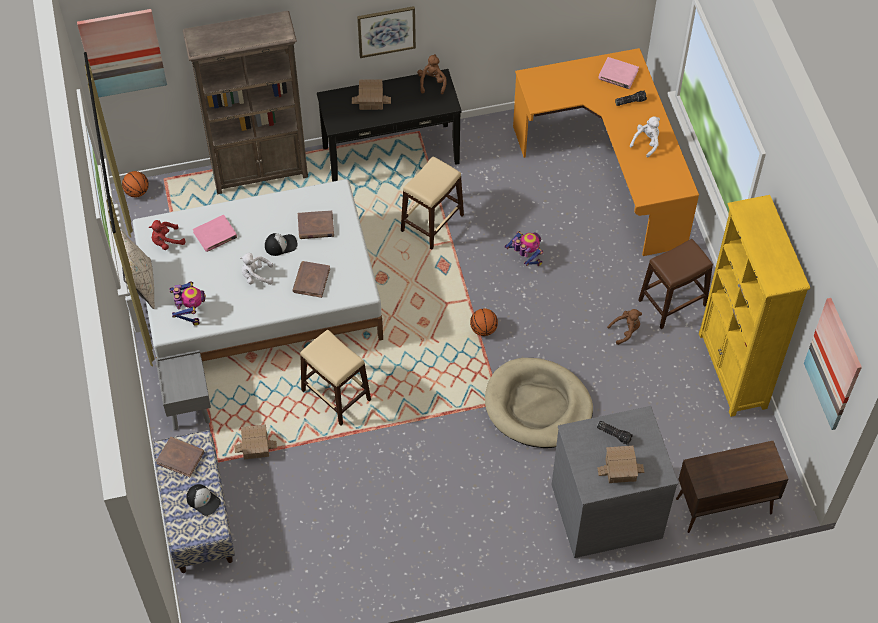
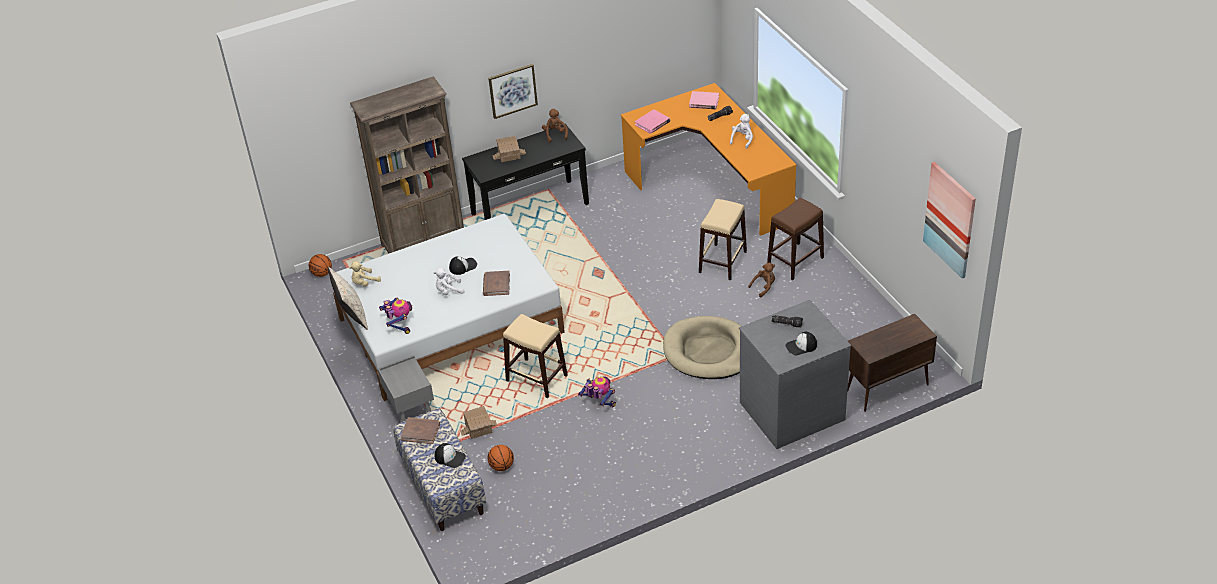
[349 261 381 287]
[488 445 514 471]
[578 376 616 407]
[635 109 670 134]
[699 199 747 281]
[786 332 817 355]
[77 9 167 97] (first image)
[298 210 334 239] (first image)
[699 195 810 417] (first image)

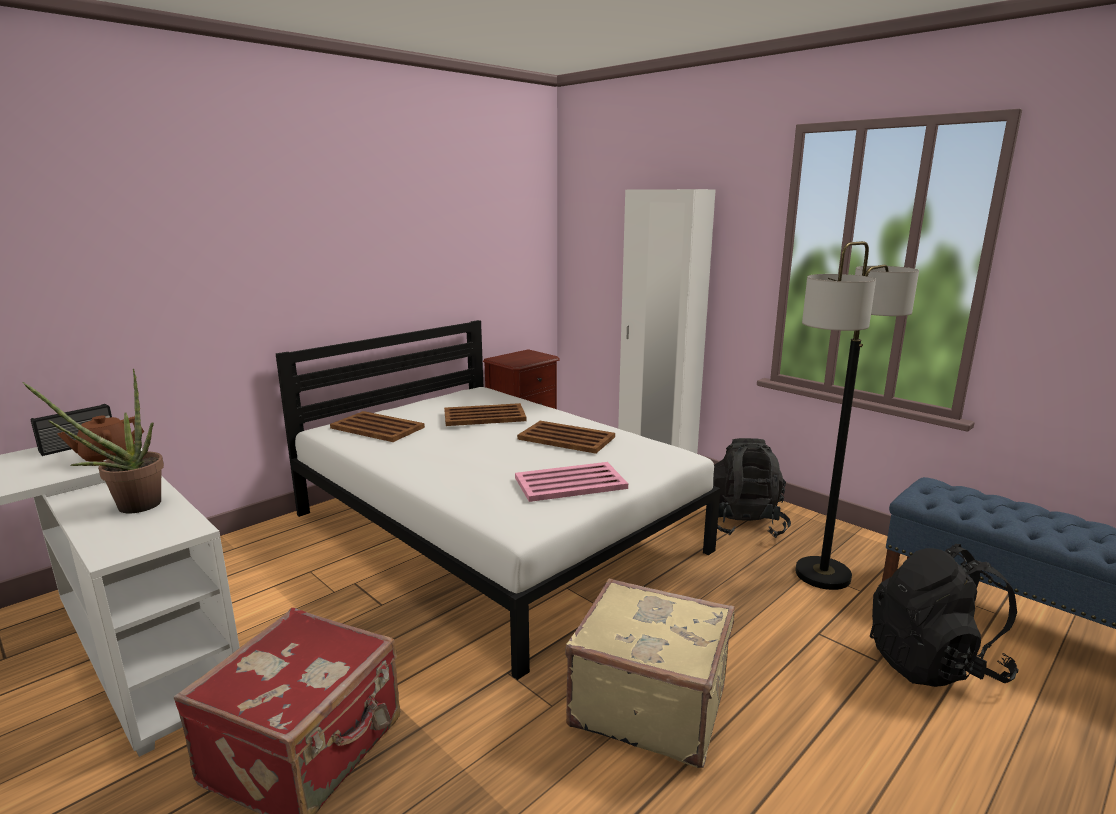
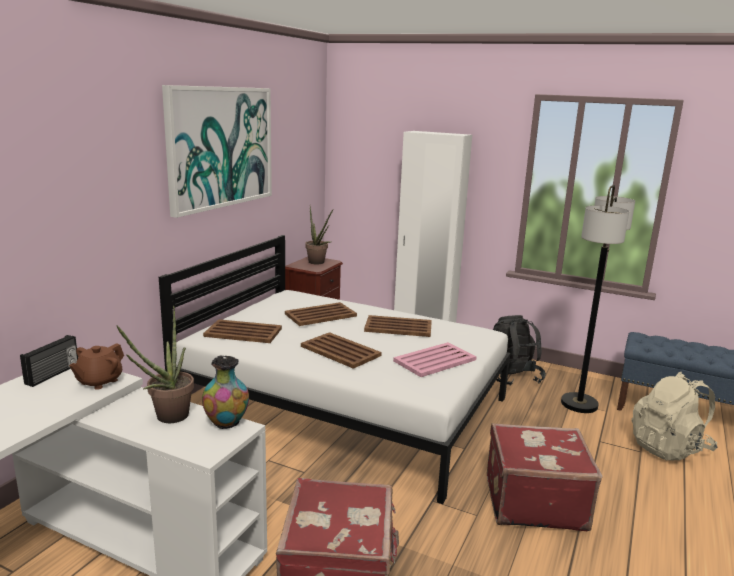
[162 85 272 218]
[202 355 249 429]
[301 332 382 369]
[305 207 334 264]
[487 423 602 531]
[632 372 718 461]

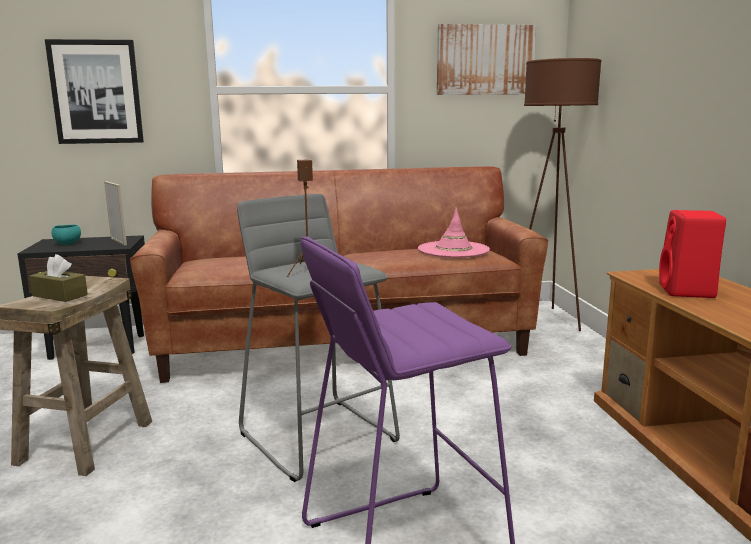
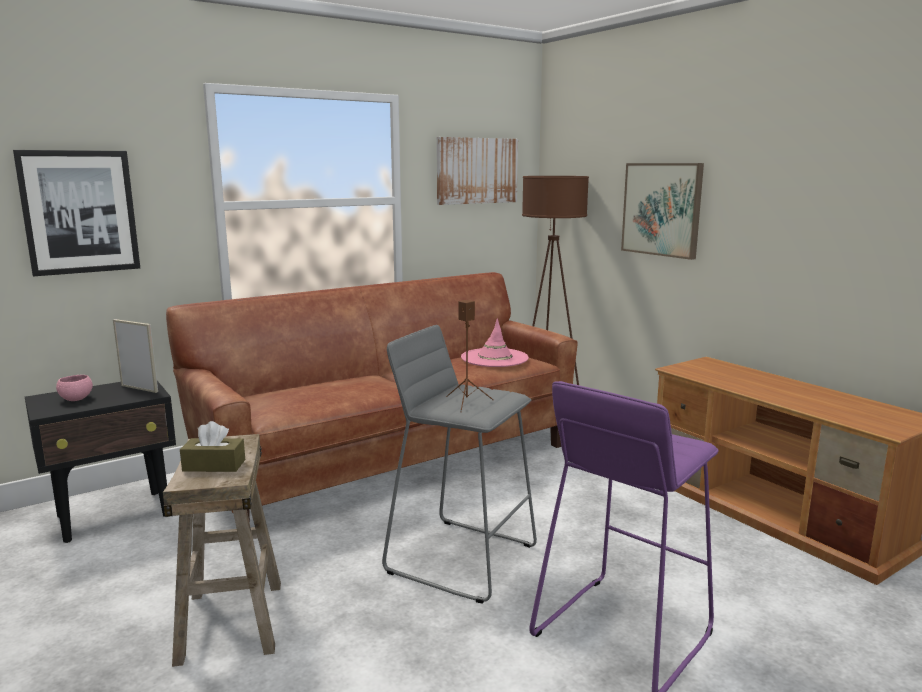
[56 375 93 401]
[621 163 704 260]
[659 210 726 298] (first image)

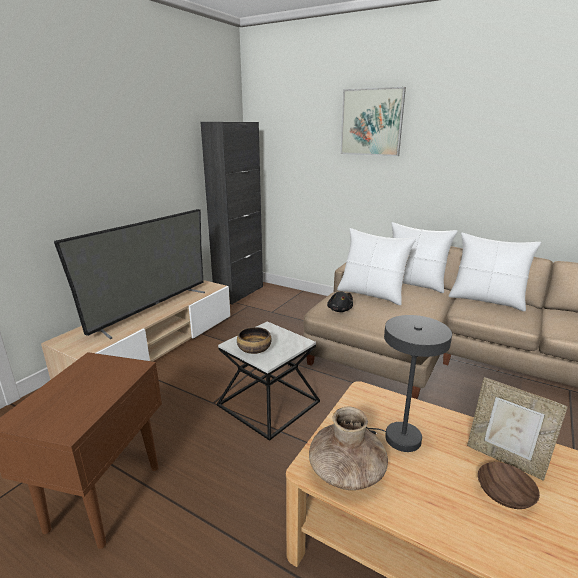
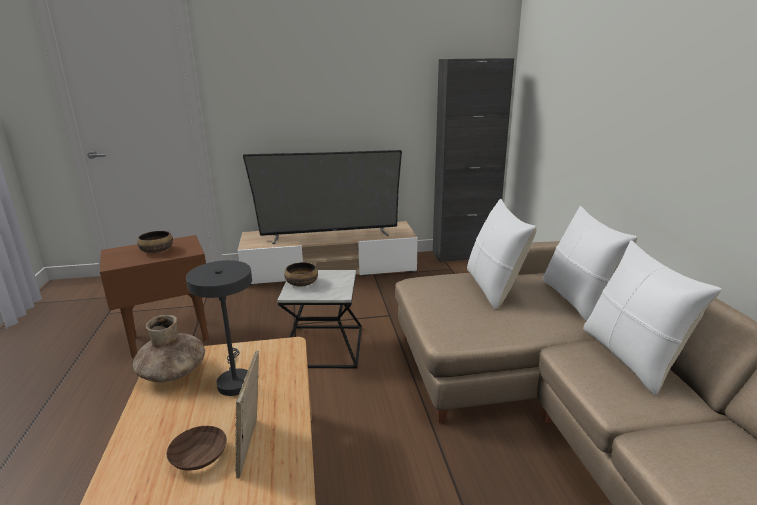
[137 231 173 253]
[327 292 353 312] (first image)
[340 87 406 156] (first image)

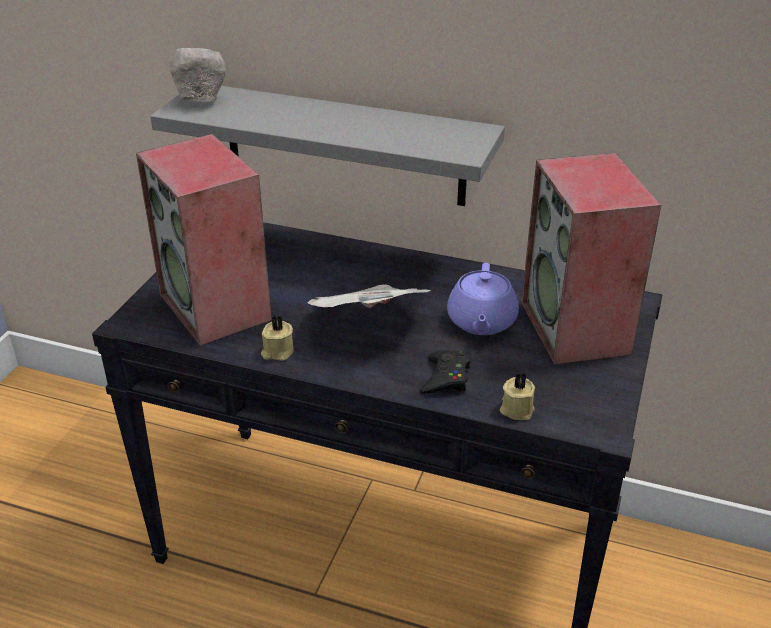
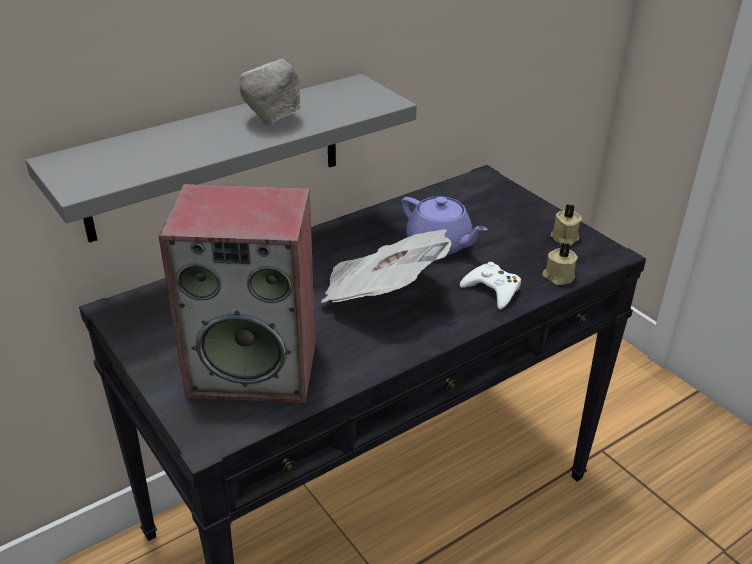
[239 59 300 125]
[460 262 521 310]
[550 204 582 246]
[521 153 661 365] (first image)

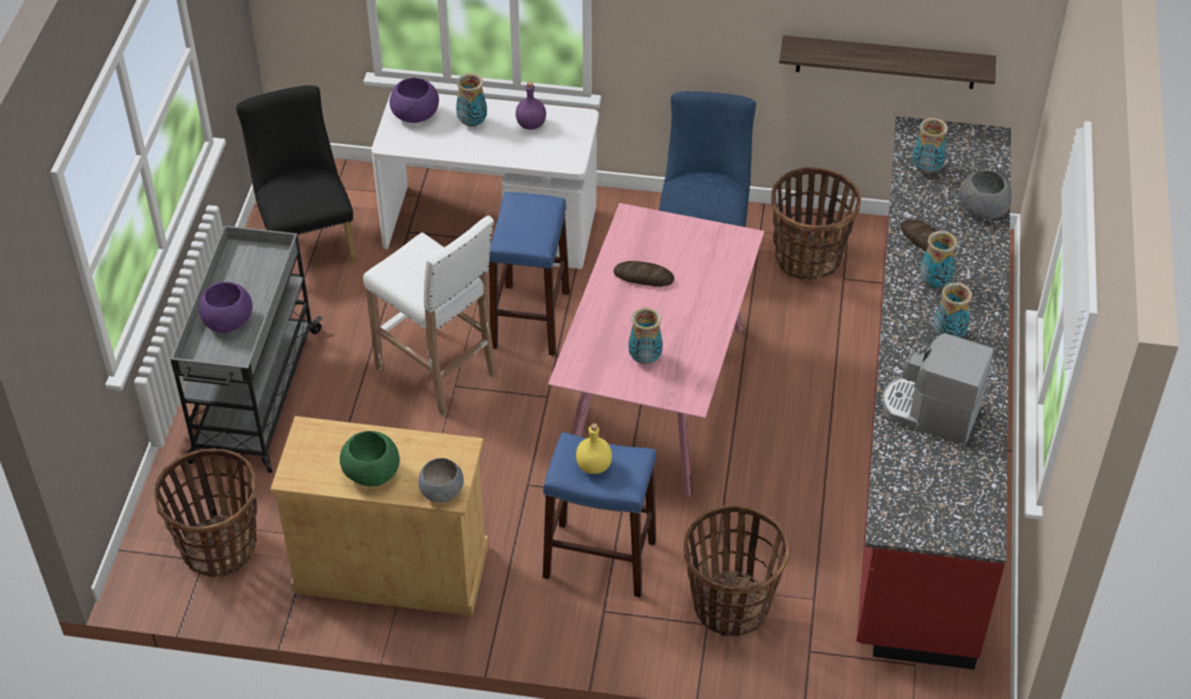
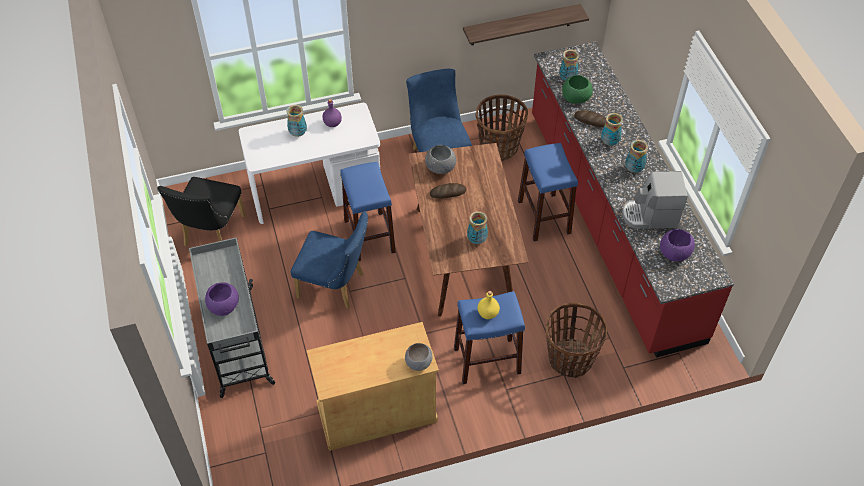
[157 177 245 246]
[291 211 368 309]
[409 143 529 317]
[425 145 457 174]
[518 143 578 241]
[562 75 593 104]
[660 229 695 261]
[154 449 257 577] (first image)

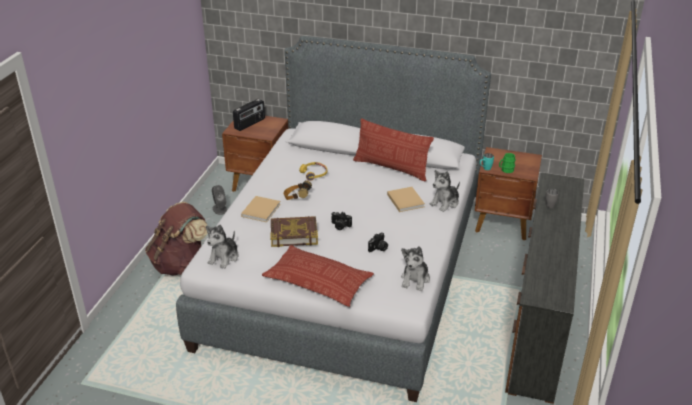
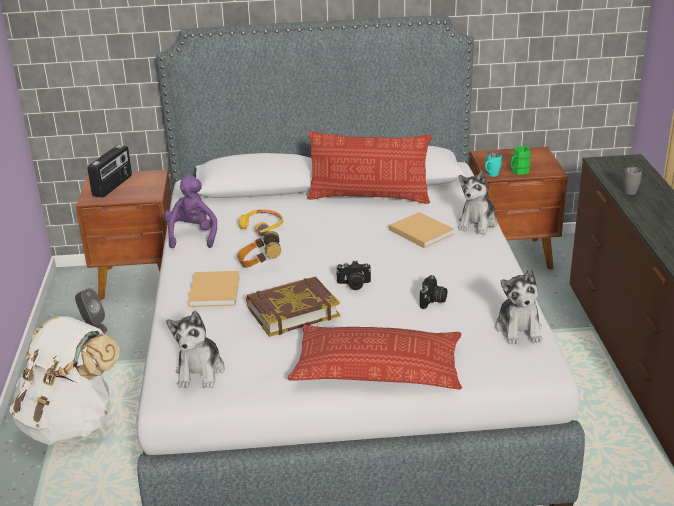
[10 316 120 445]
[164 175 217 248]

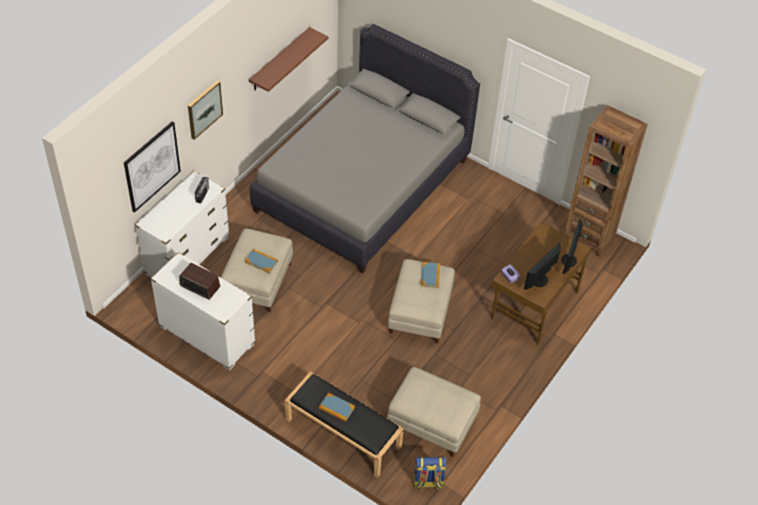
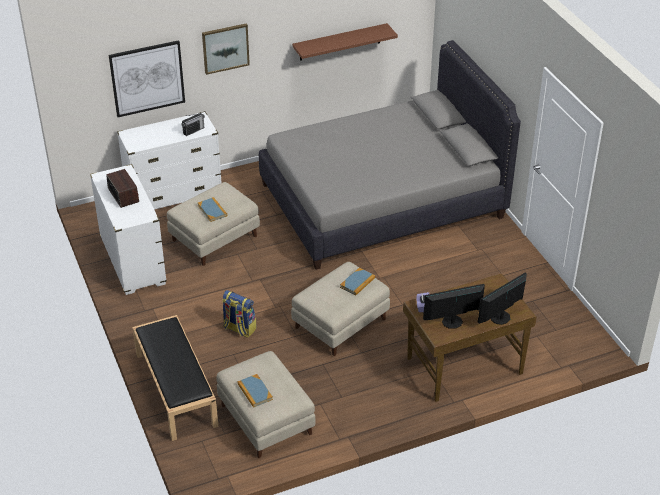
[222 290 256 338]
[237 374 273 408]
[564 105 648 257] (first image)

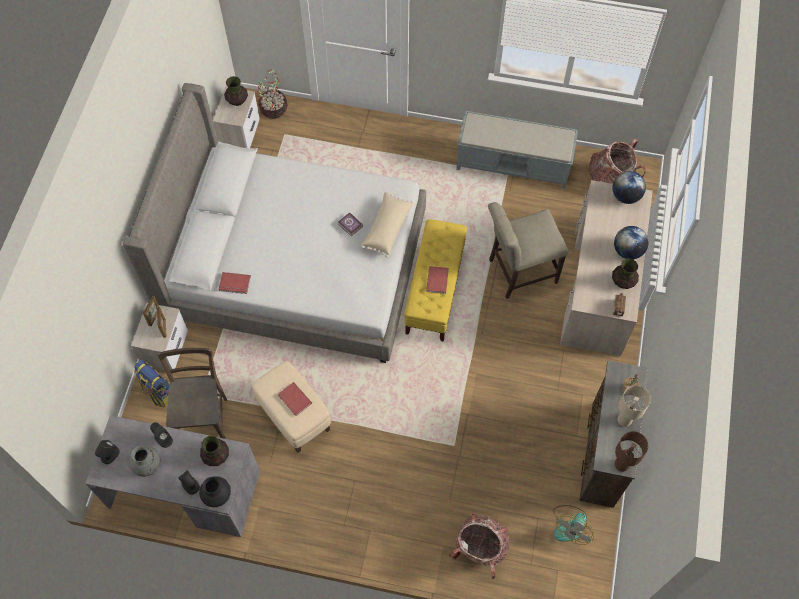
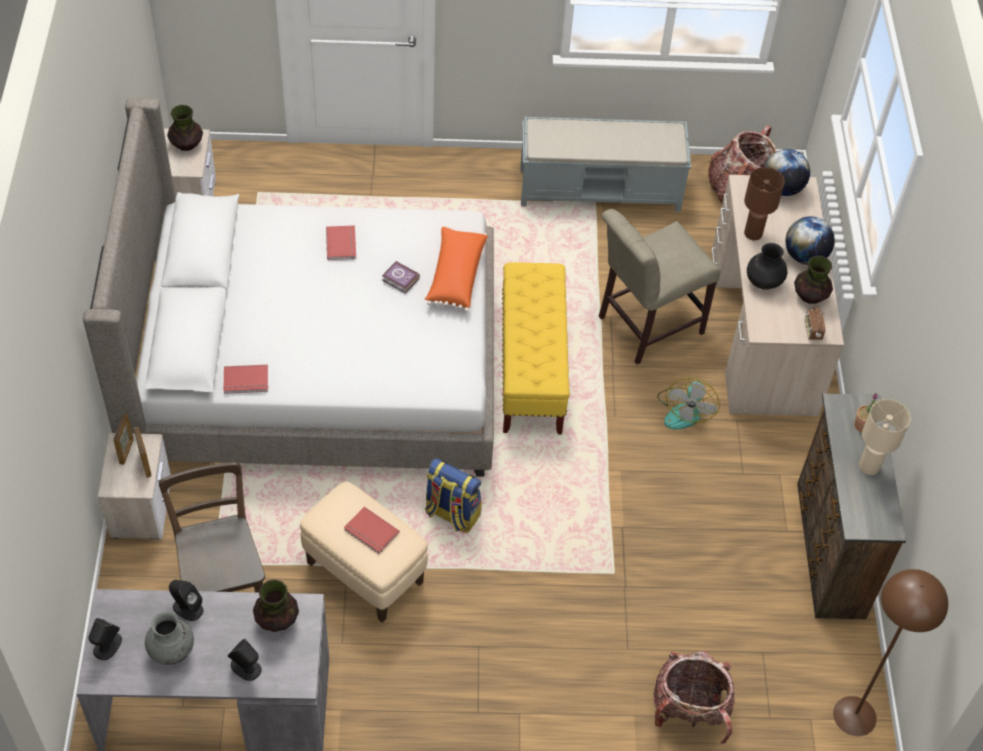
[326 225 356 260]
[425 226 488 312]
[425 458 482 533]
[657 378 720 430]
[744 167 785 240]
[747 243 787 290]
[833 569 948 736]
[257 69 287 119] (first image)

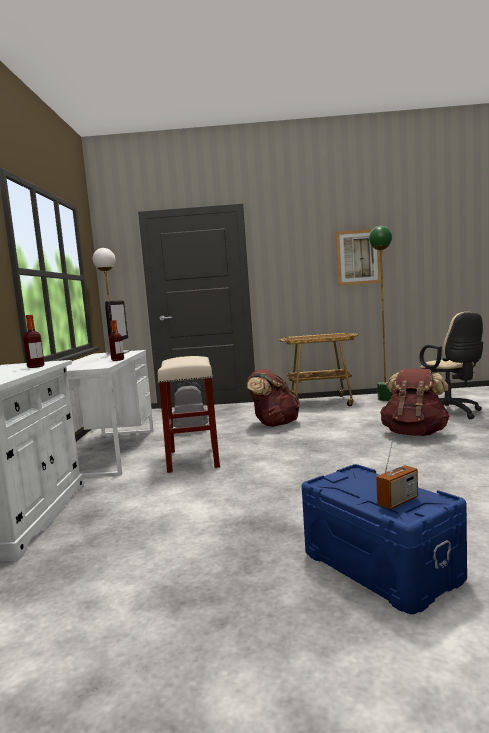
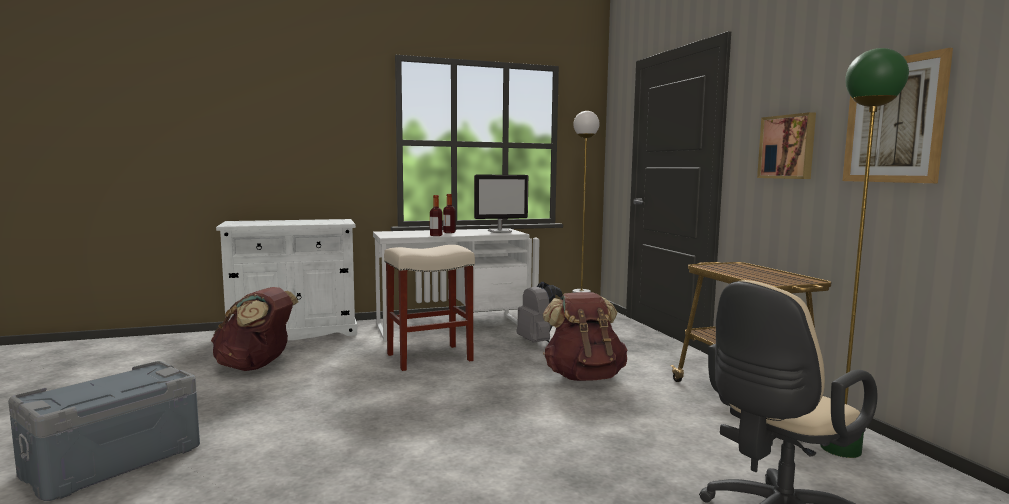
[8 361 200 501]
[211 287 299 371]
[443 194 456 233]
[757 112 816 179]
[376 436 418 509] (first image)

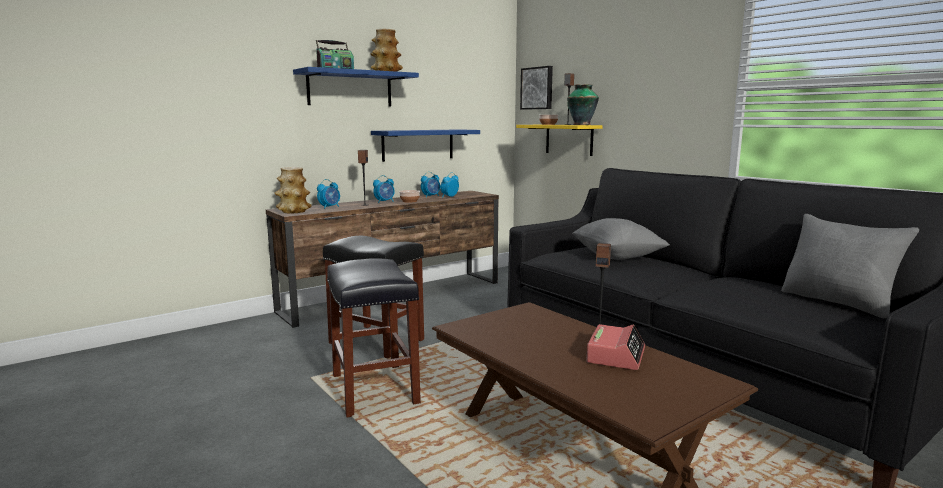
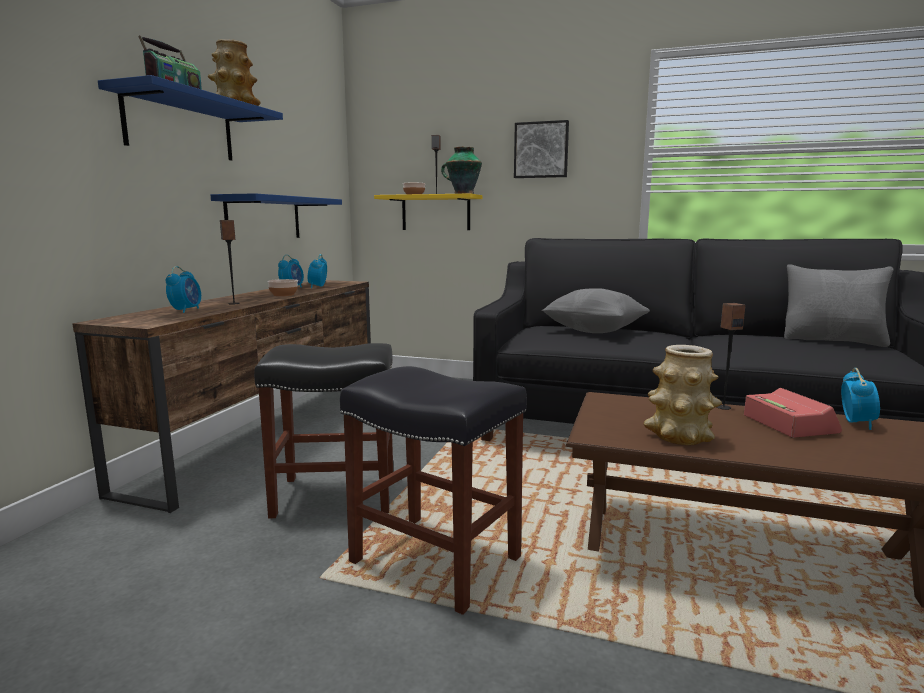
[514 120 569 178]
[644 345 722 445]
[841 368 880 430]

